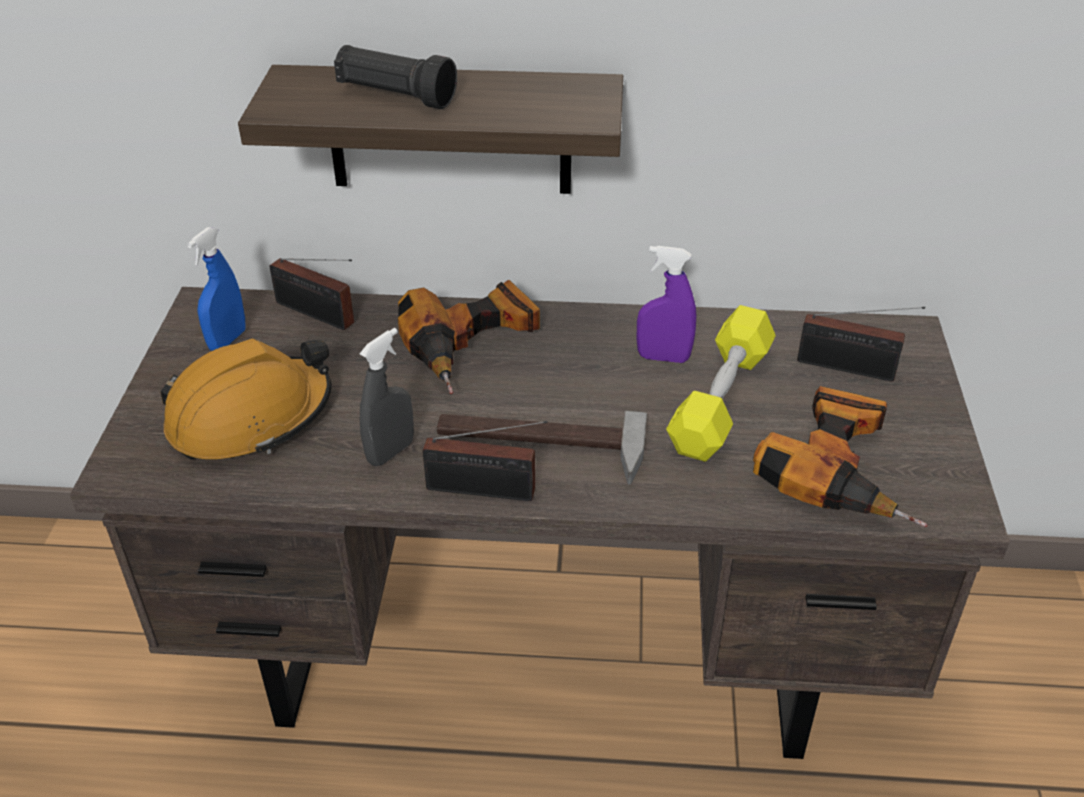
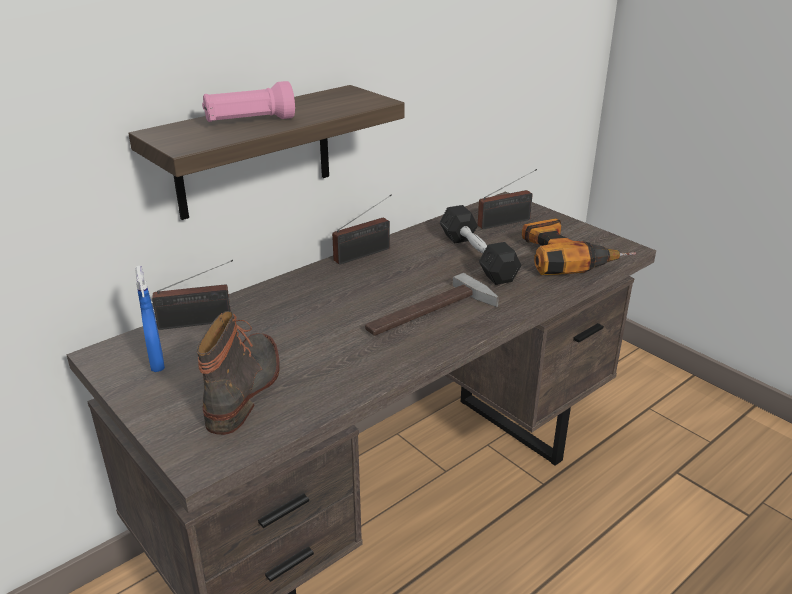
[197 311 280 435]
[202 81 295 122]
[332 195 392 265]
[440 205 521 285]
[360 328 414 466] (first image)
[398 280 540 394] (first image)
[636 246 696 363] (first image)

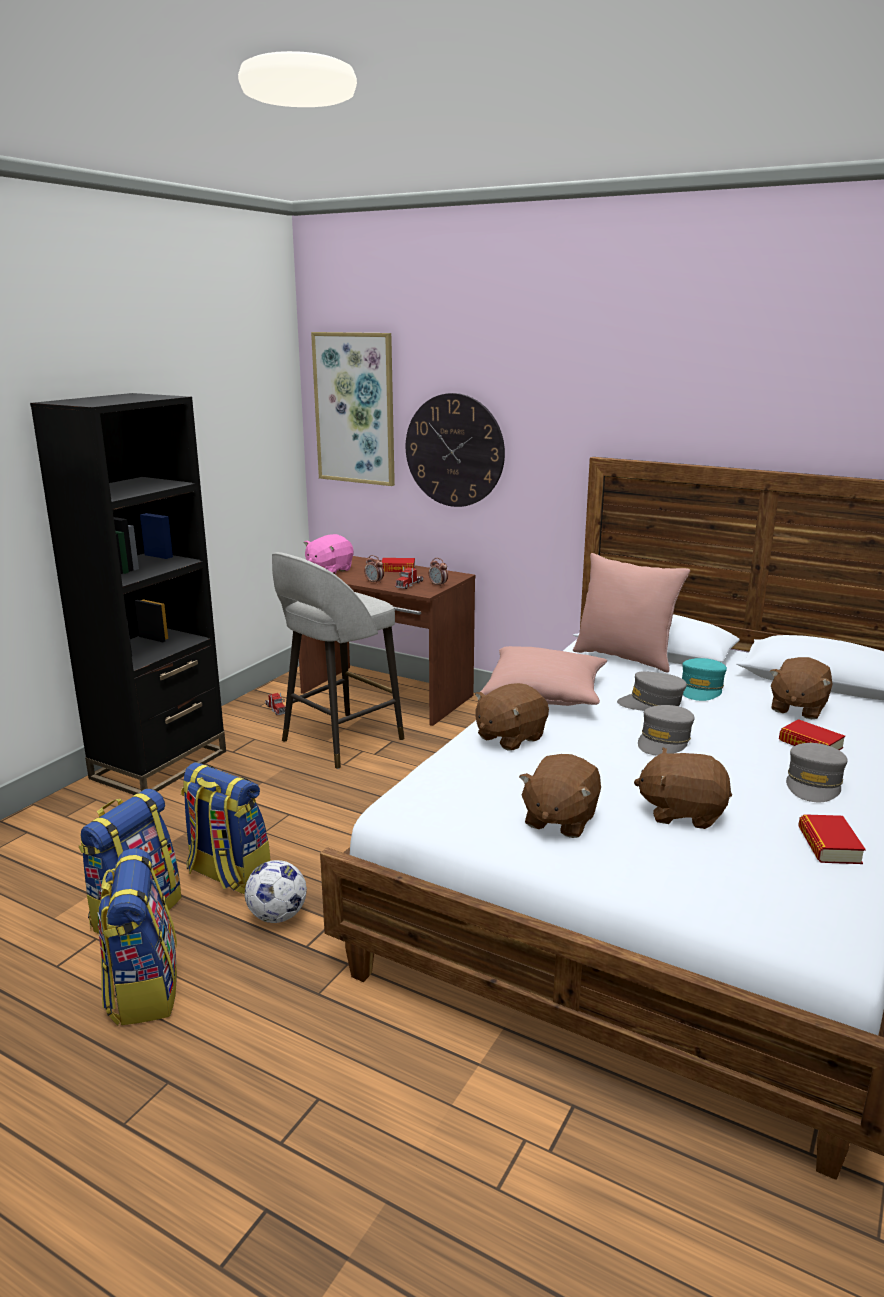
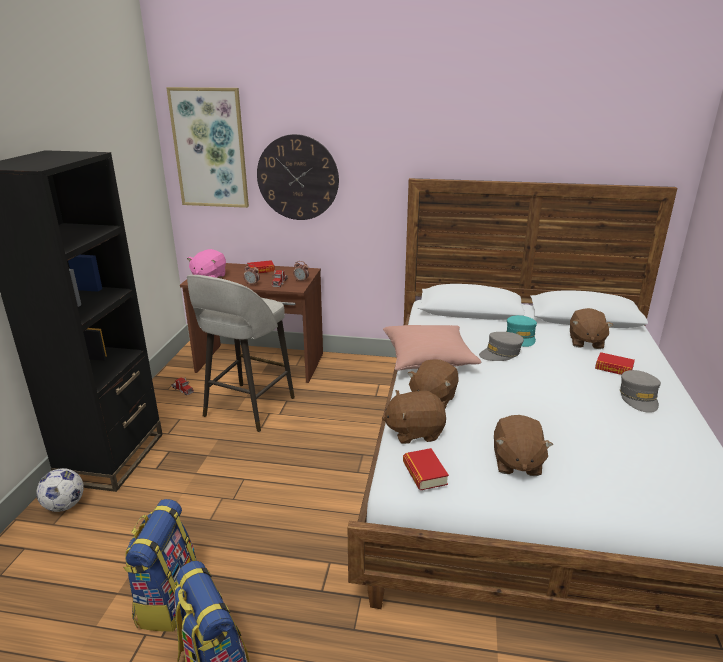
[36 468 84 512]
[382 390 446 444]
[403 448 449 490]
[181 762 270 894] (first image)
[573 553 690 673] (first image)
[638 705 695 756] (first image)

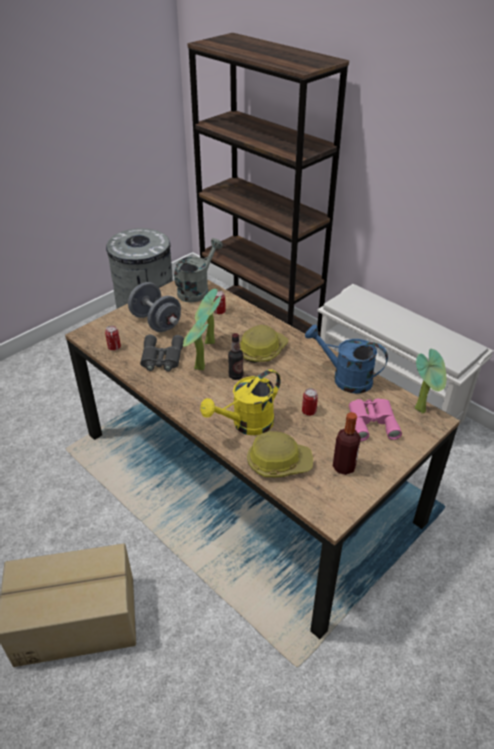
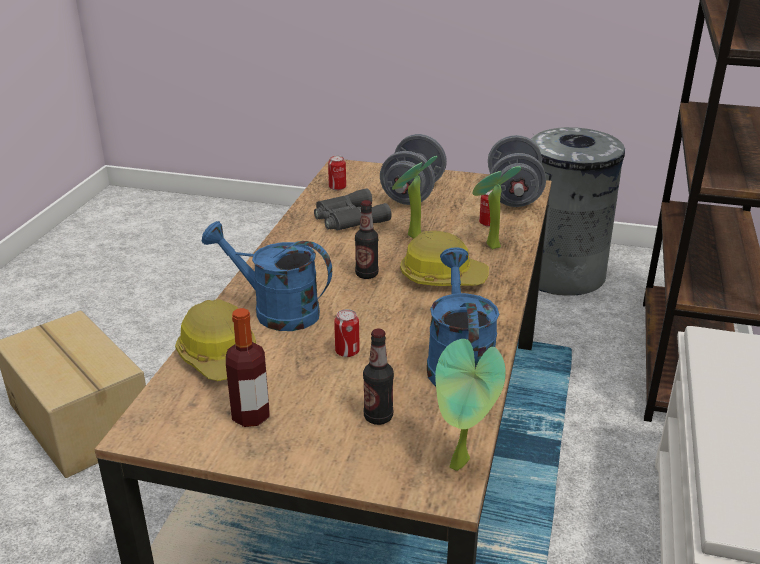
[202 221 332 331]
[363 329 394 425]
[472 166 521 250]
[488 135 546 207]

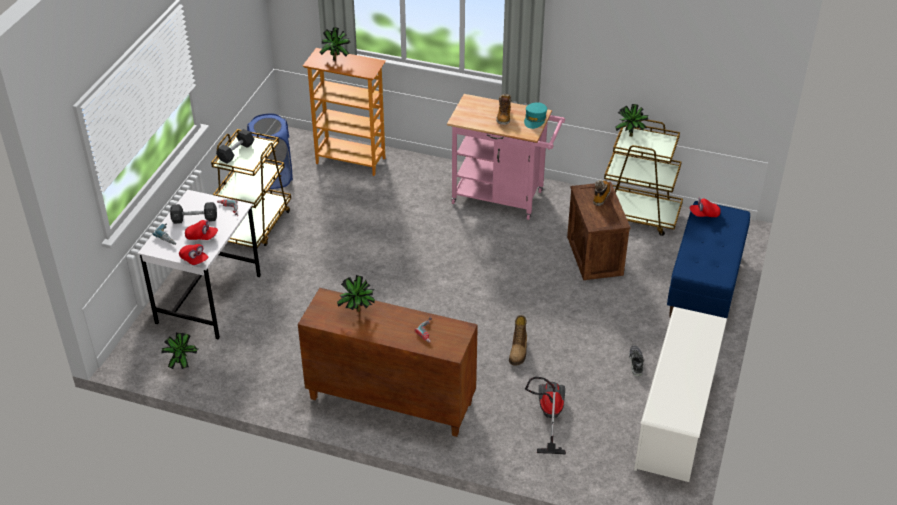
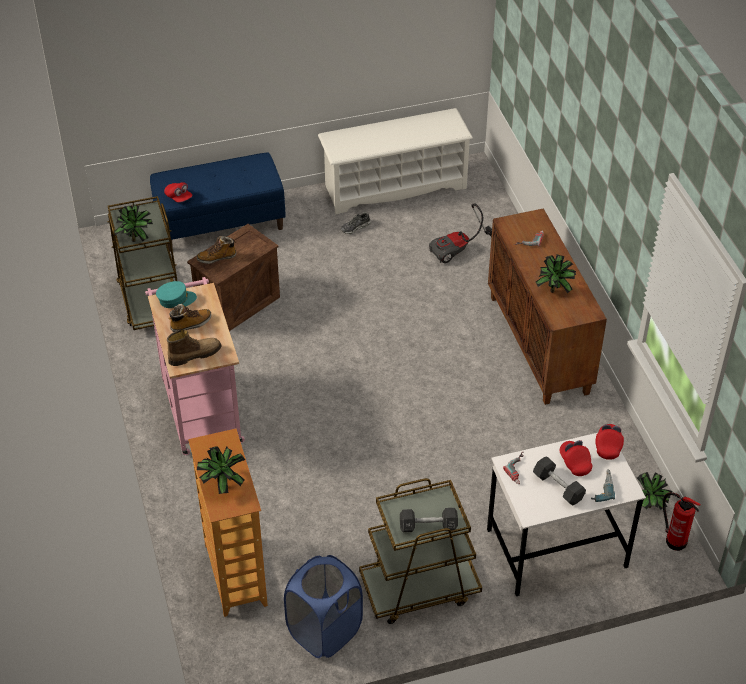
[167 329 221 366]
[663 492 701 551]

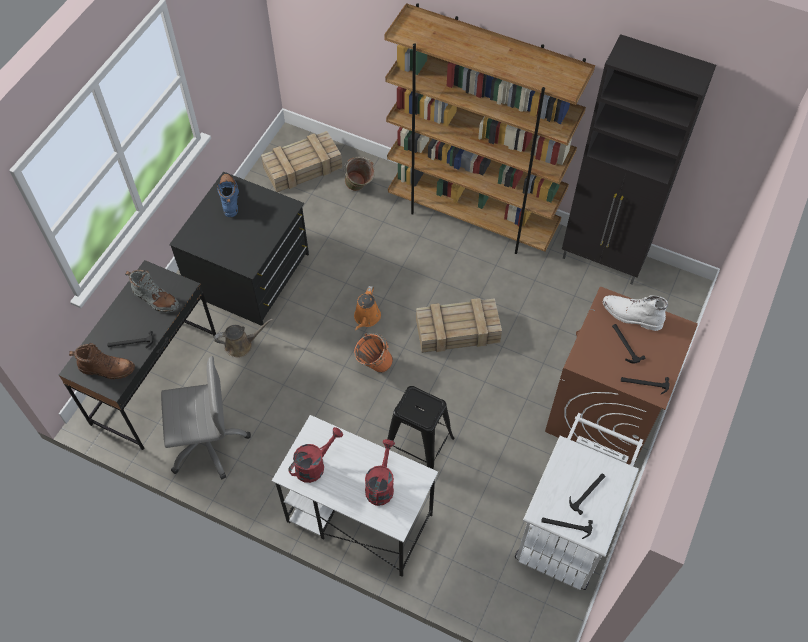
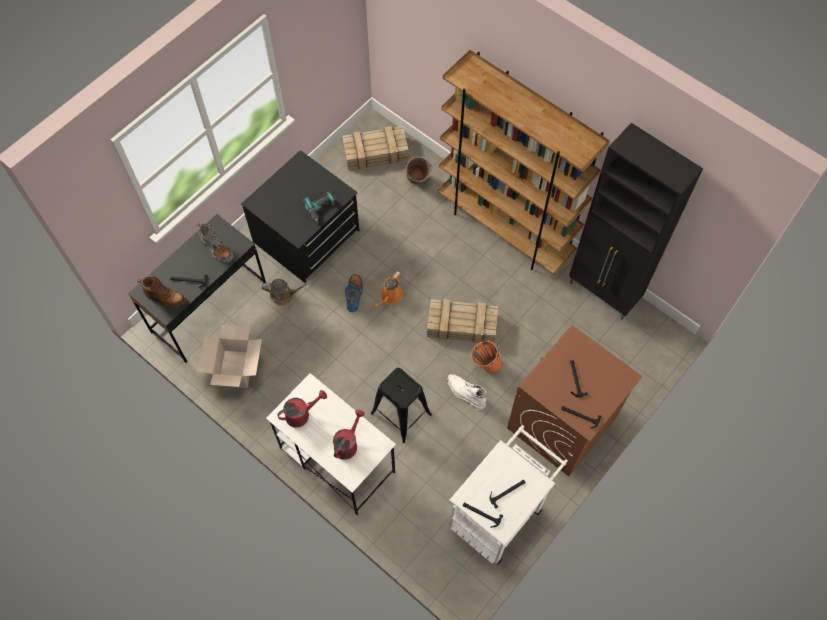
[197 325 262 388]
[303 192 335 222]
[345 274 363 312]
[447 374 486 410]
[471 339 503 373]

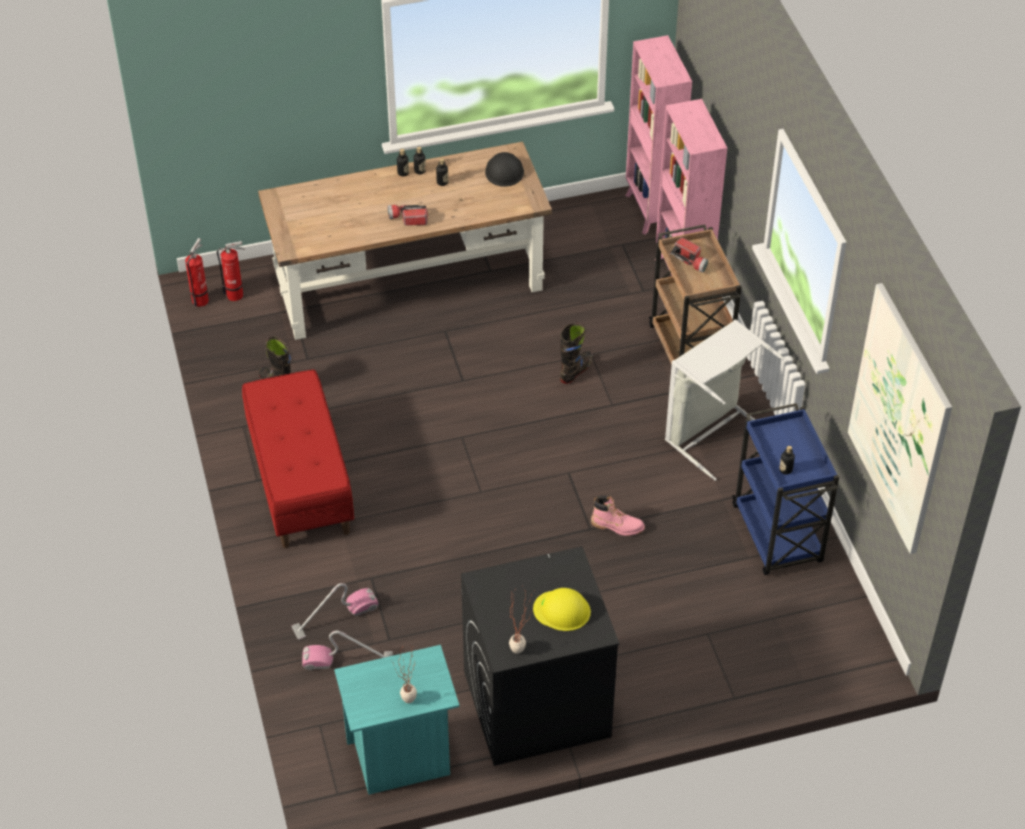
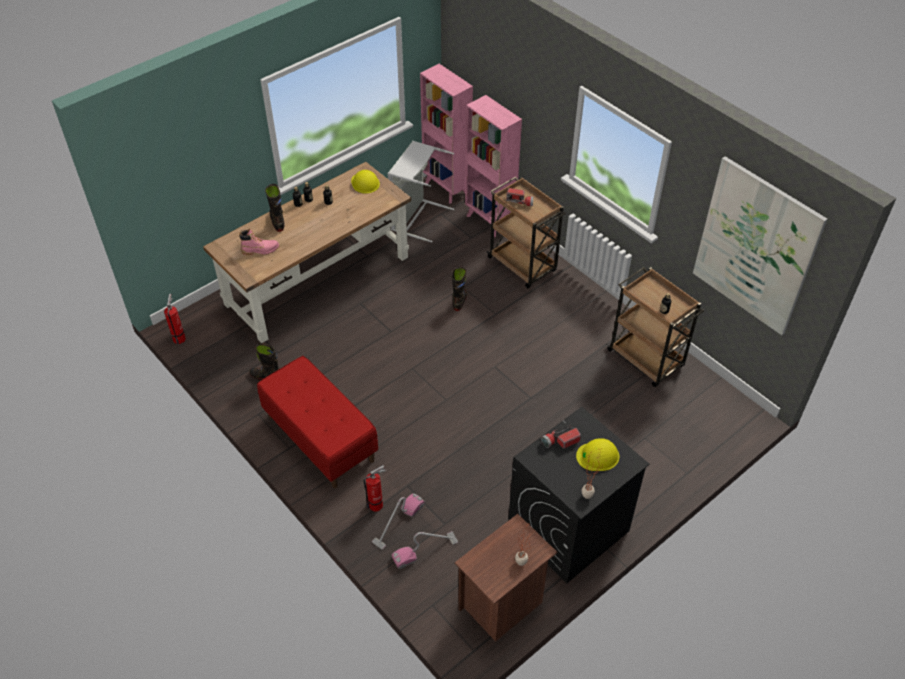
[239 229 279 255]
[265 184 285 232]
[351 170 380 193]
[364 465 386 512]
[388 141 454 243]
[455 514 557 642]
[541 424 581 449]
[606 267 704 387]

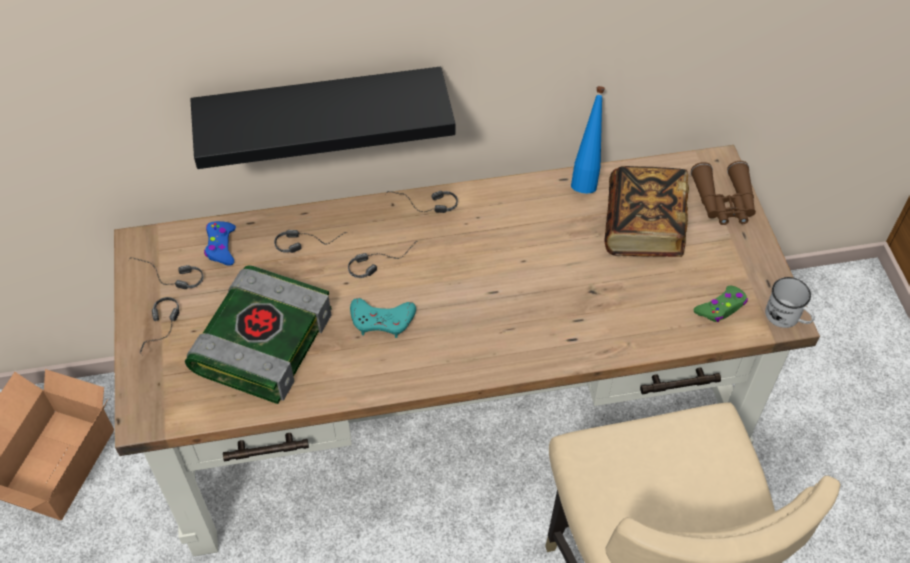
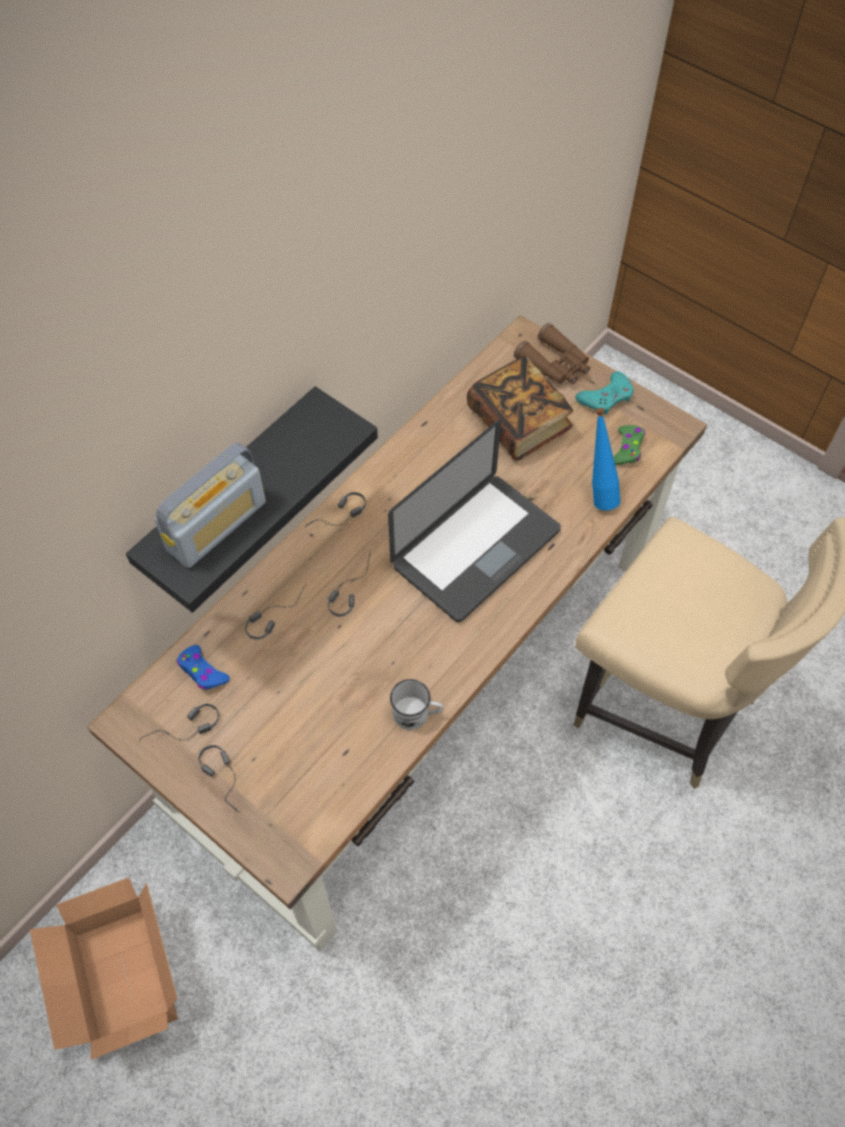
[154 442 266 568]
[388 420 561 622]
[390 679 443 730]
[576 371 633 415]
[592 408 620 511]
[185 266 332 404] (first image)

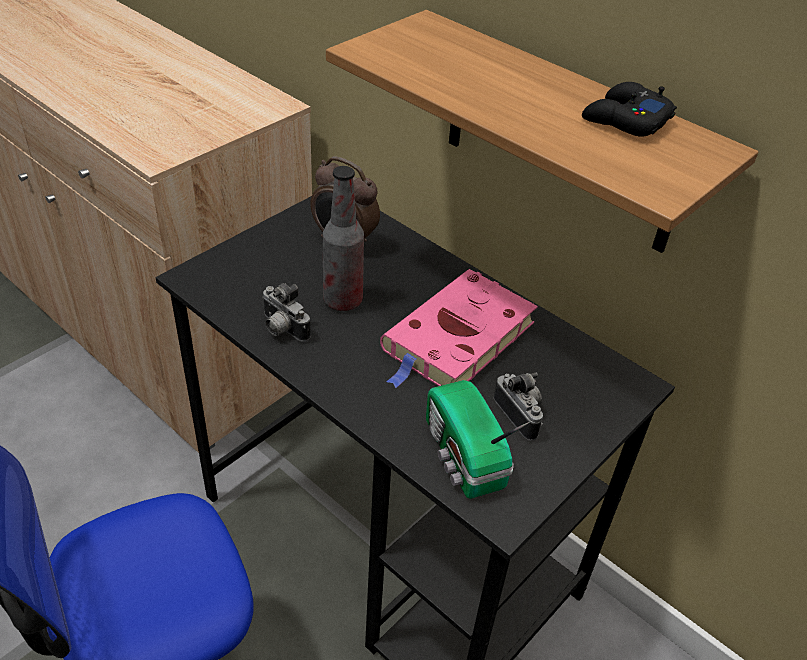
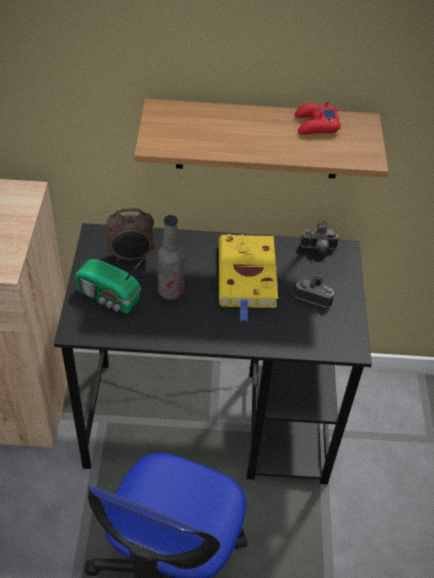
[75 258 144 313]
[219 234 278 322]
[295 101 341 135]
[301 220 339 253]

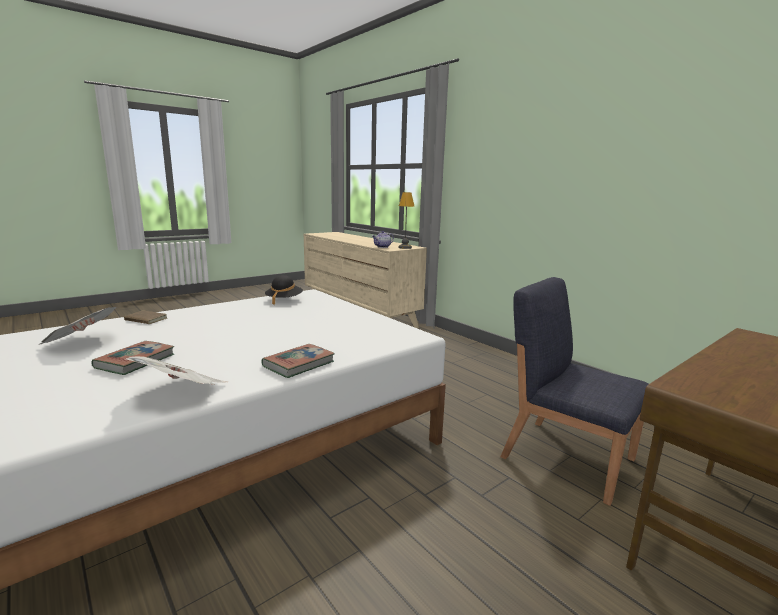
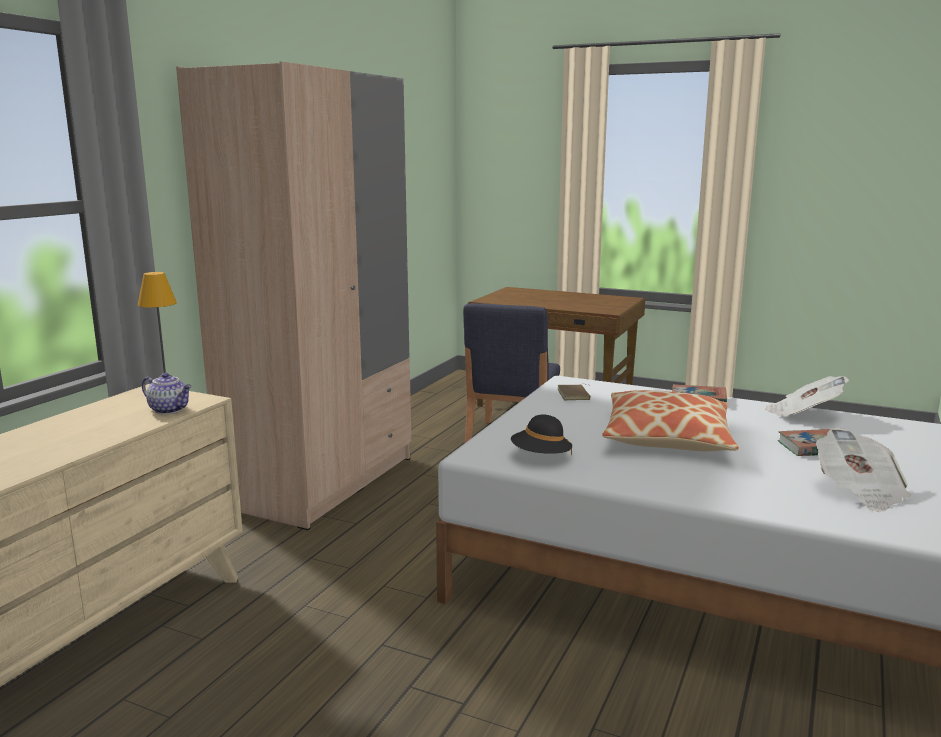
[176 61 411 530]
[558 384 590 400]
[602 390 739 451]

